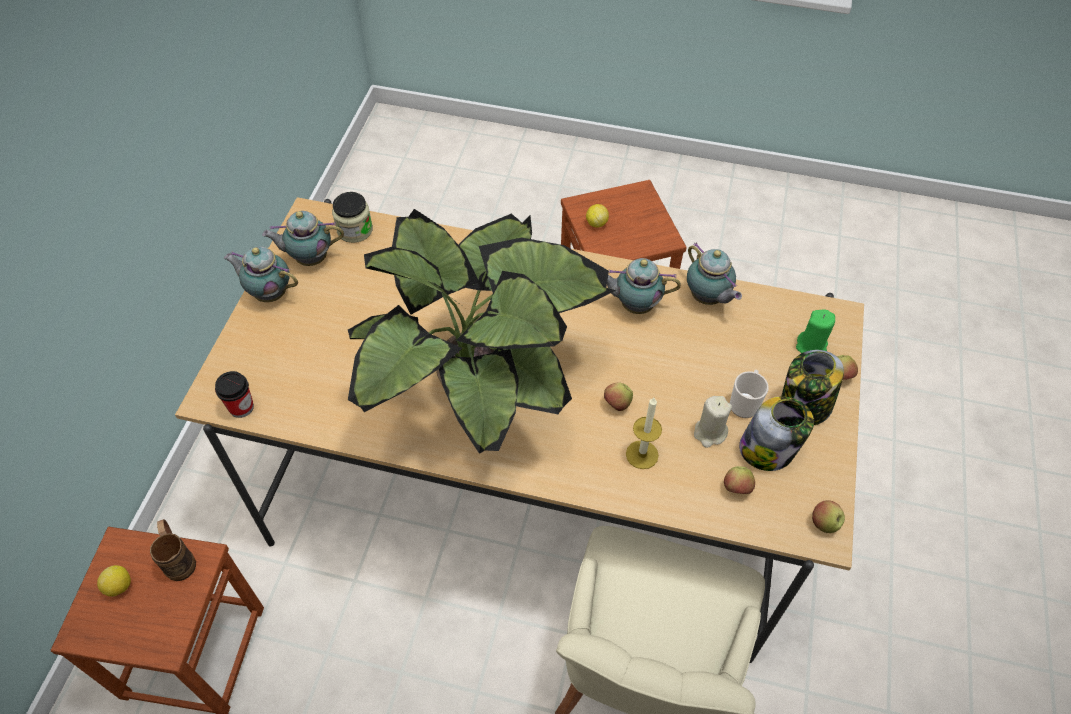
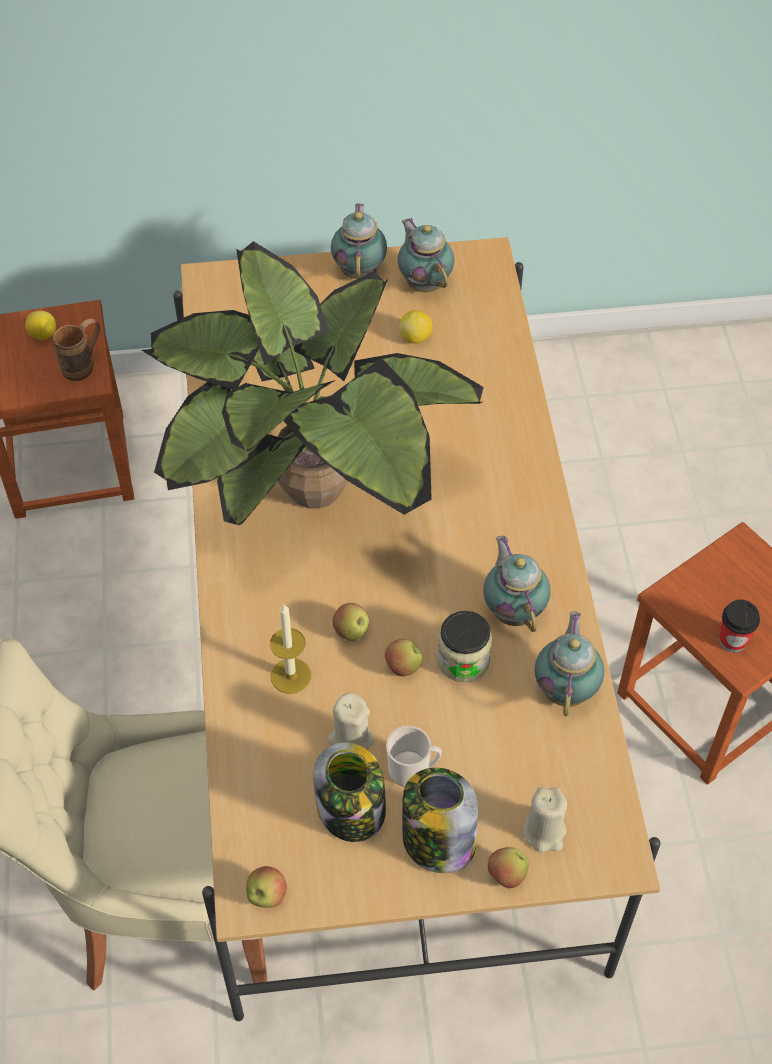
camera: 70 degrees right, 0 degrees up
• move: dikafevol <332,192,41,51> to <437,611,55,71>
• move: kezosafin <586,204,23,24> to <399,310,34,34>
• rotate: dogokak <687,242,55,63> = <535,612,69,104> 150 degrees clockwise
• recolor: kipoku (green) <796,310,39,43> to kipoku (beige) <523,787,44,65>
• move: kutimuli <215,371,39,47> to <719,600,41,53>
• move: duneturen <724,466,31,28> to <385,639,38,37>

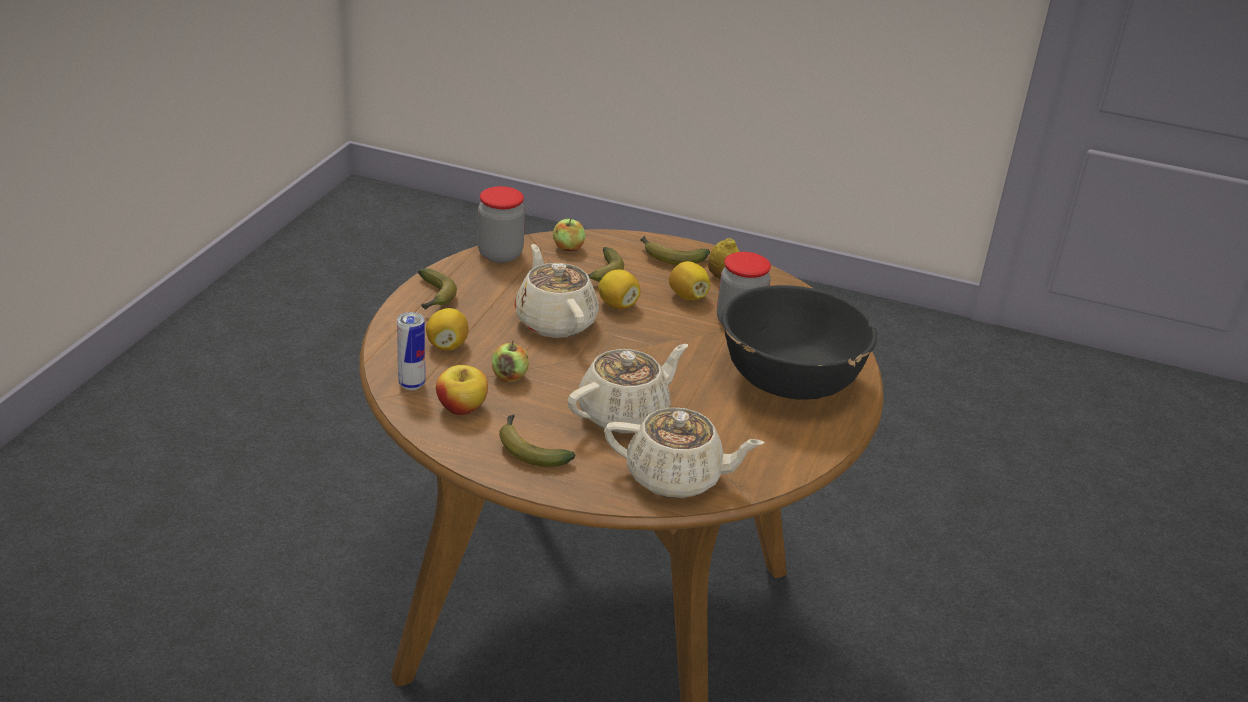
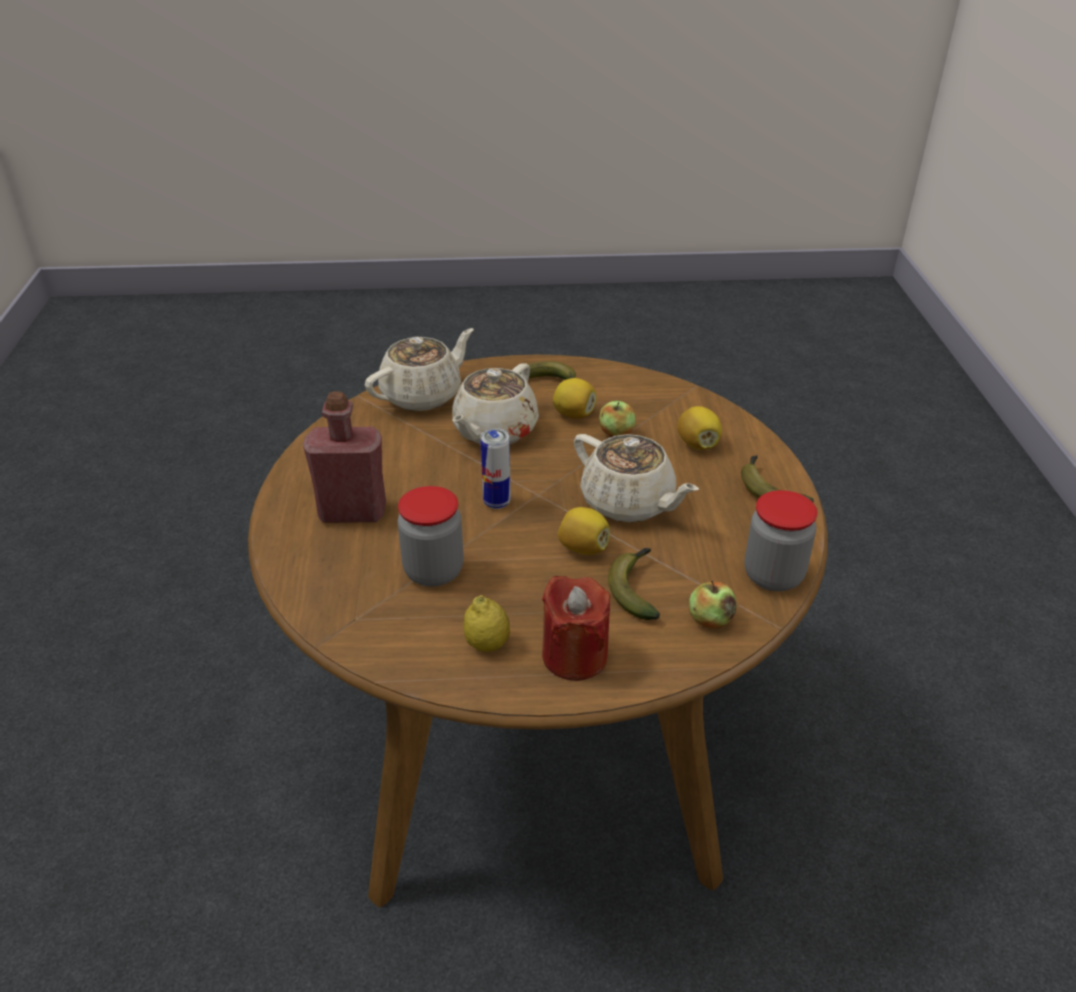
camera: 160 degrees right, 5 degrees up
• replace: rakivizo <640,236,70,29> to kipoku (red) <542,576,68,105>
• move: kezosafin <669,261,41,39> to <553,378,44,41>
• replace: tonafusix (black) <722,285,155,114> to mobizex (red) <303,391,83,132>
• move: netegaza <397,312,28,78> to <480,428,31,81>
• delete: duneturen <436,365,52,50>
• rotate: dogokak (beige) <604,407,160,91> = <365,328,109,83> 150 degrees clockwise

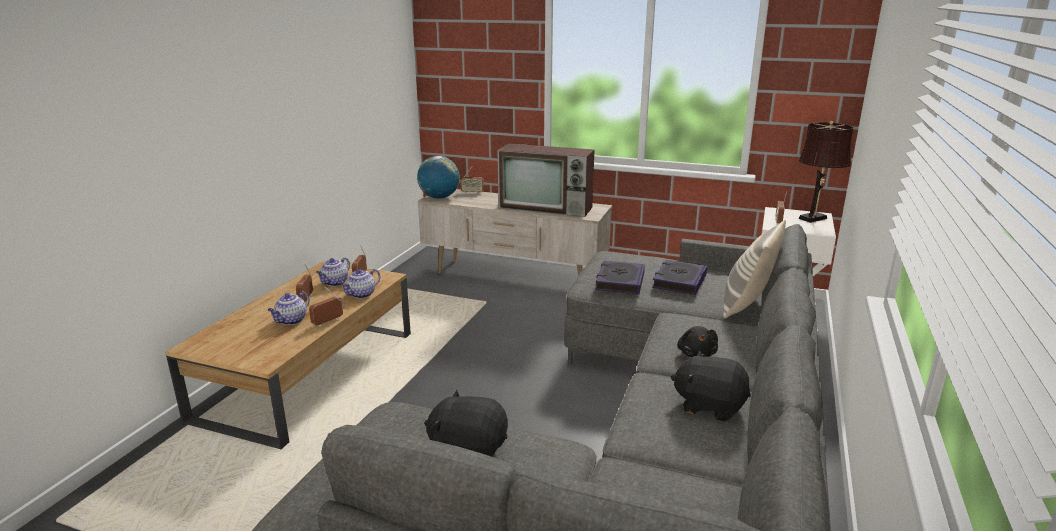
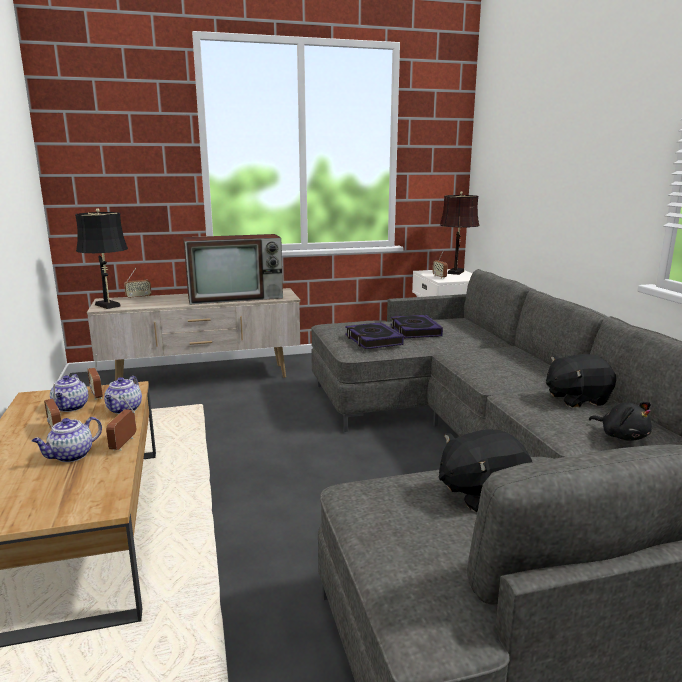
camera: 35 degrees left, 5 degrees down
• replace: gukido <417,156,43,43> to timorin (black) <75,208,53,101>
• delete: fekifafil <723,220,63,99>
• rotate: dogokak <268,292,42,33> = <32,417,70,45> 45 degrees clockwise
• move: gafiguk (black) <677,326,41,31> to <589,402,63,39>

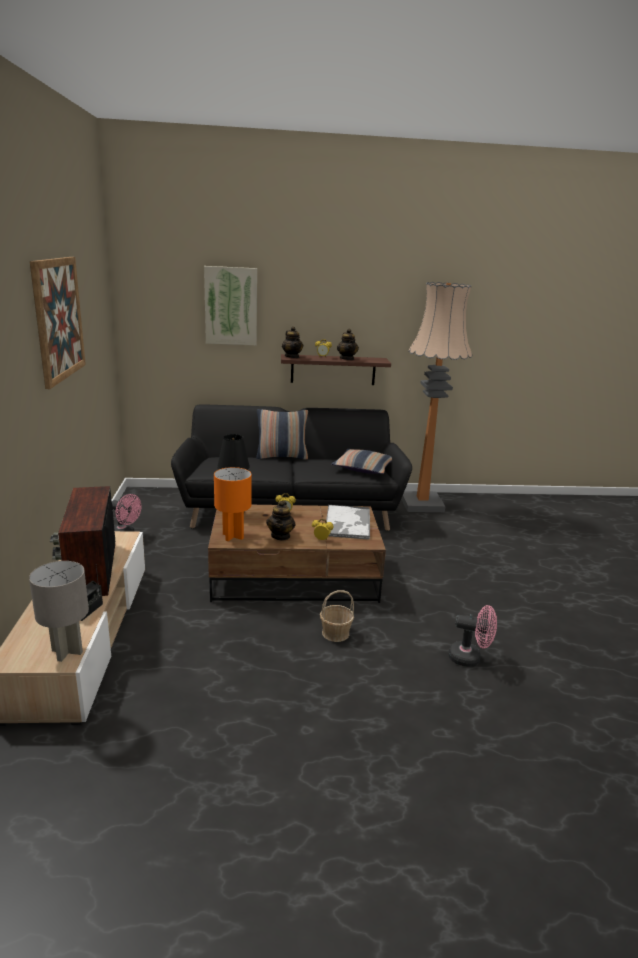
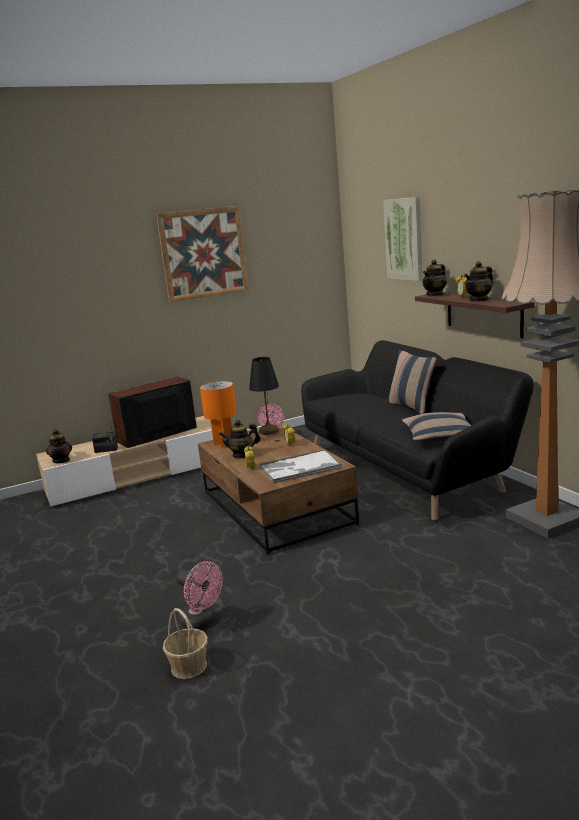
camera: 70 degrees right, 5 degrees down
• replace: timorin (grey) <29,561,60,101> to dogokak <46,429,26,35>
• move: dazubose <320,590,34,52> to <163,608,45,71>
• rotate: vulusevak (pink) <449,605,48,62> = <177,561,46,69> 45 degrees counterclockwise

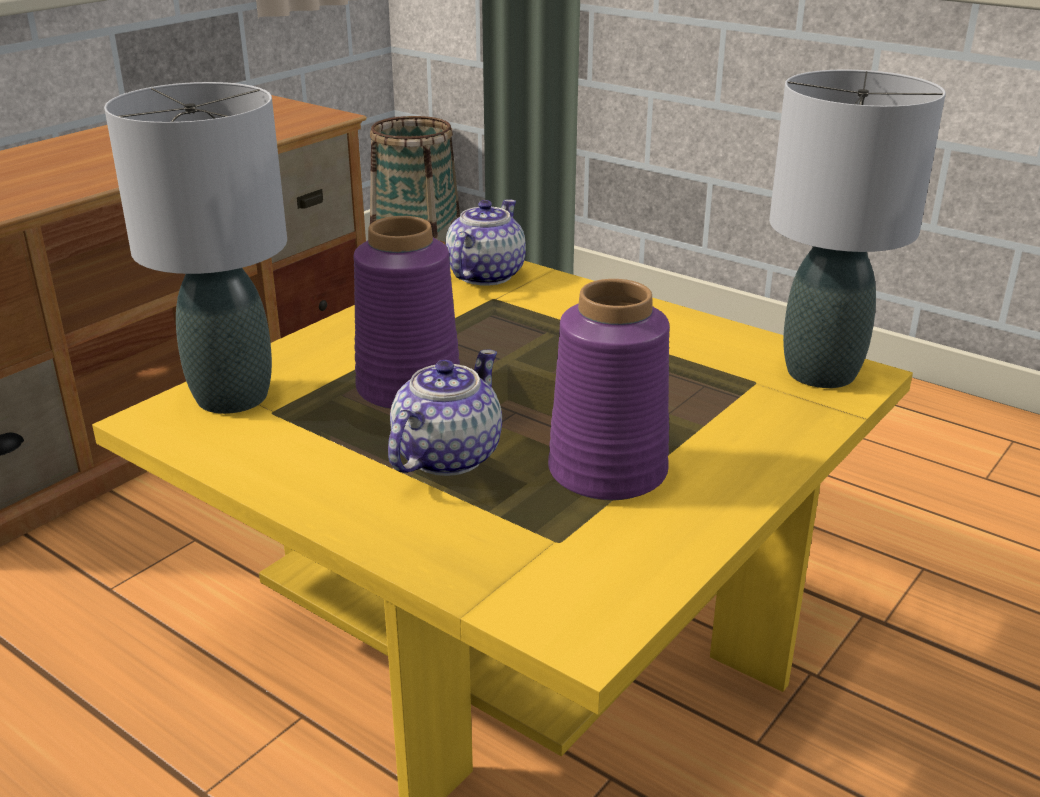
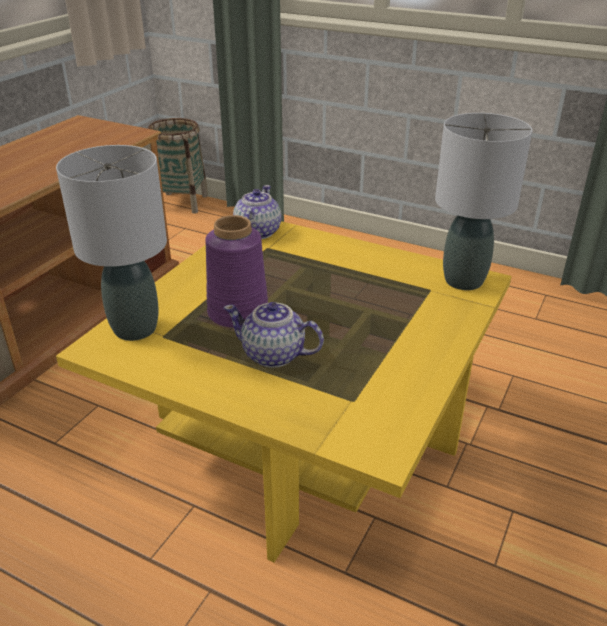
camera: 10 degrees left, 5 degrees up
• delete: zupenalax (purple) <548,279,122,221>
• rotate: dogokak <388,350,114,126> = <224,302,100,66> 90 degrees counterclockwise

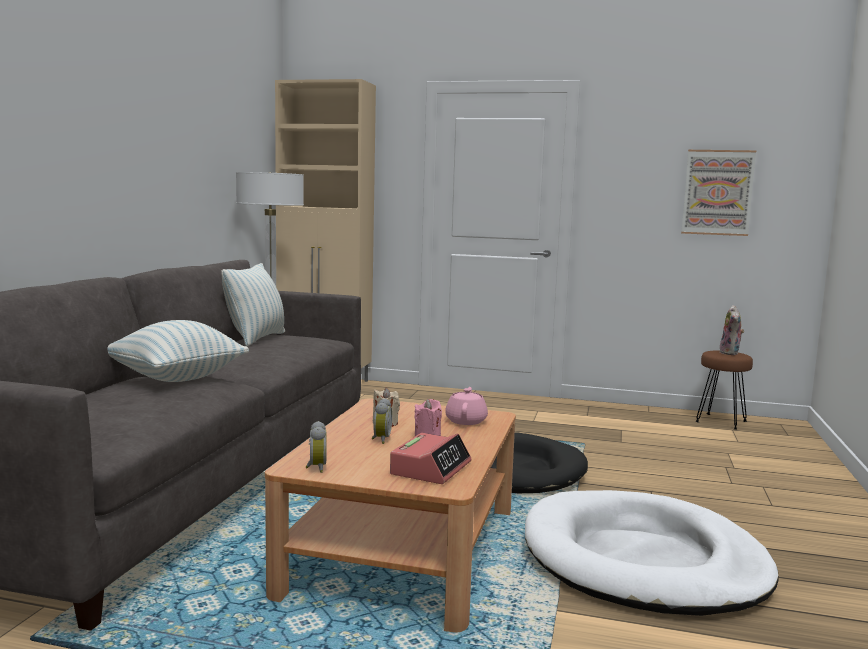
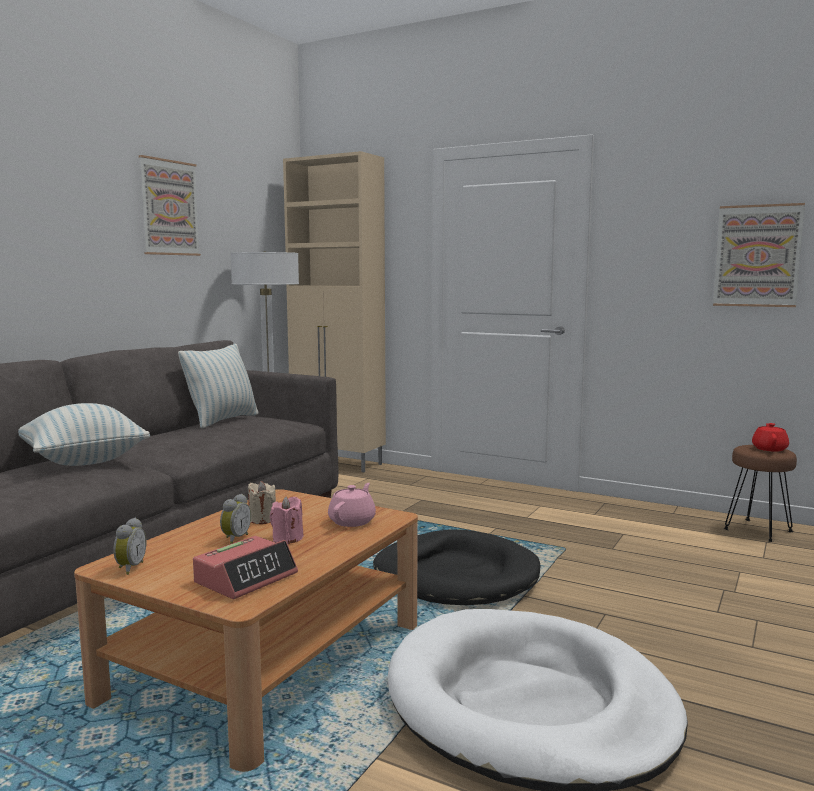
camera: 15 degrees right, 0 degrees up
• replace: gafiguk <720,305,24,50> to dogokak (red) <752,423,37,29>
• insert: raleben <139,155,62,101>

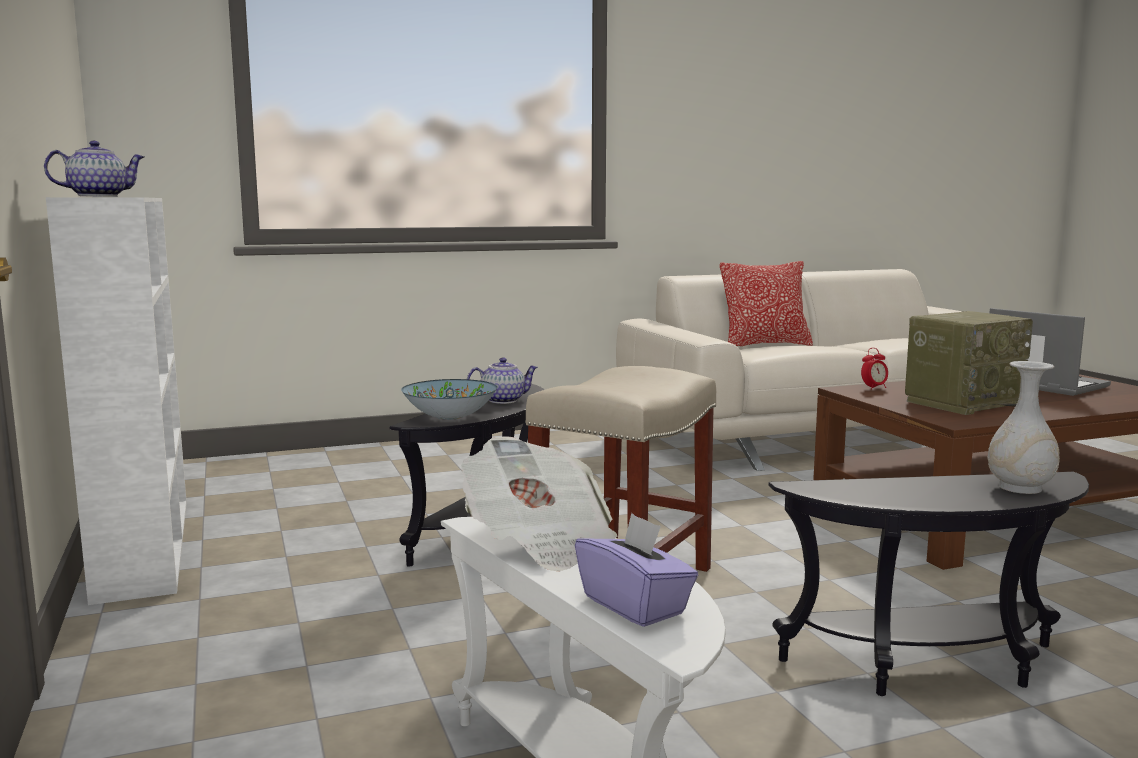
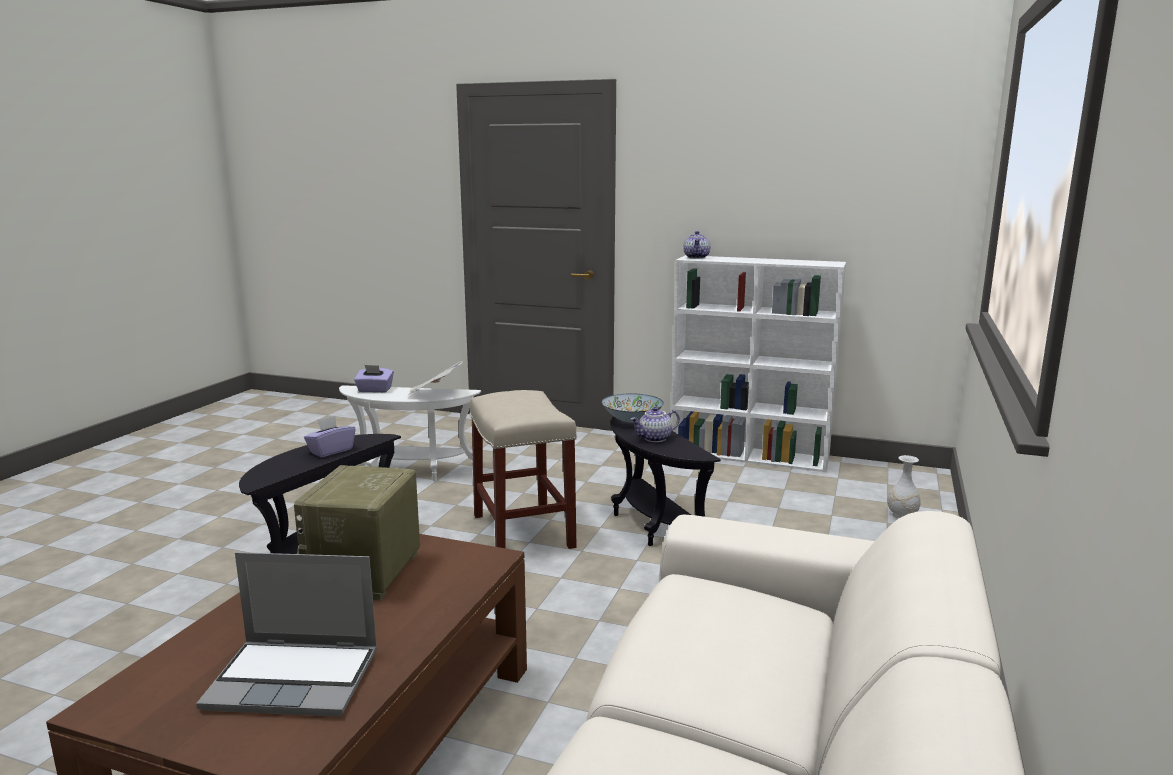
camera: 130 degrees right, 5 degrees up
• delete: fekifafil <720,261,93,85>
• delete: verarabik <861,348,27,42>
• rotate: dogokak <467,357,71,47> = <631,407,49,35> 45 degrees clockwise
• move: zupenalax (white) <987,361,73,133> to <887,455,34,64>
• insert: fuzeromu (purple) <304,416,52,41>

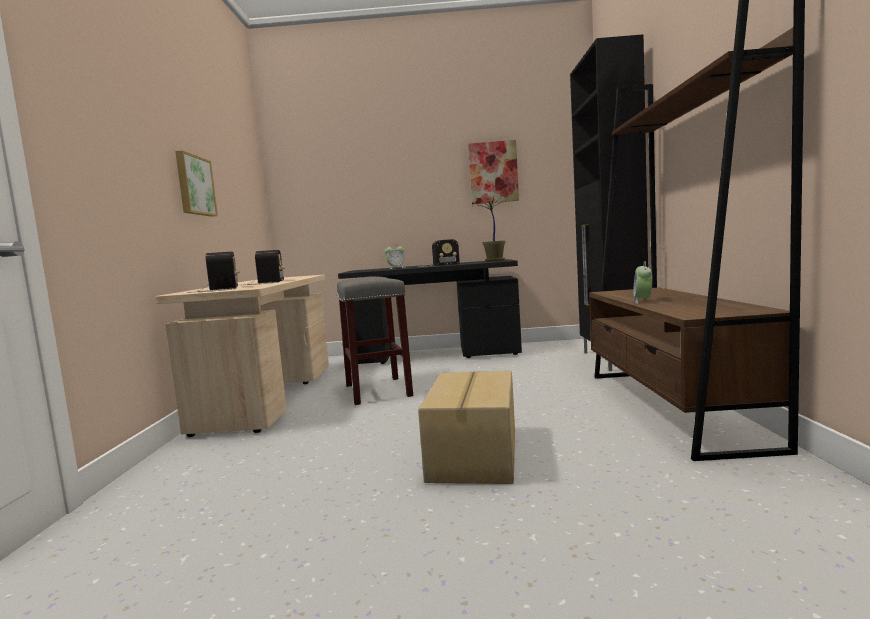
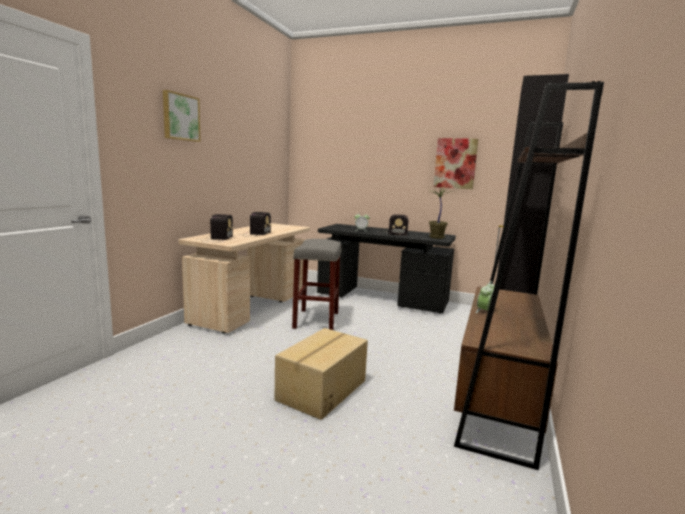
camera: 20 degrees right, 5 degrees up
• move: raleben <175,150,43,67> to <163,90,38,52>

